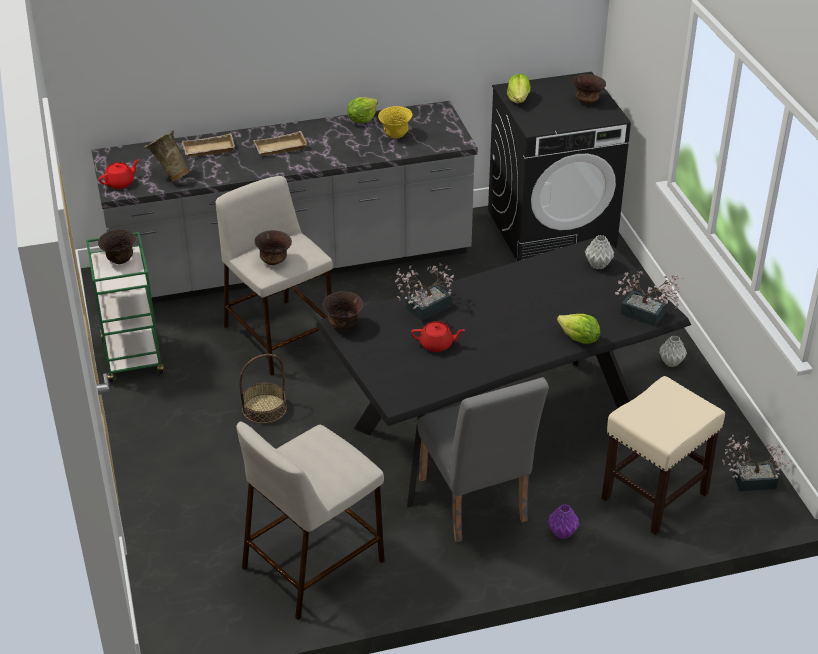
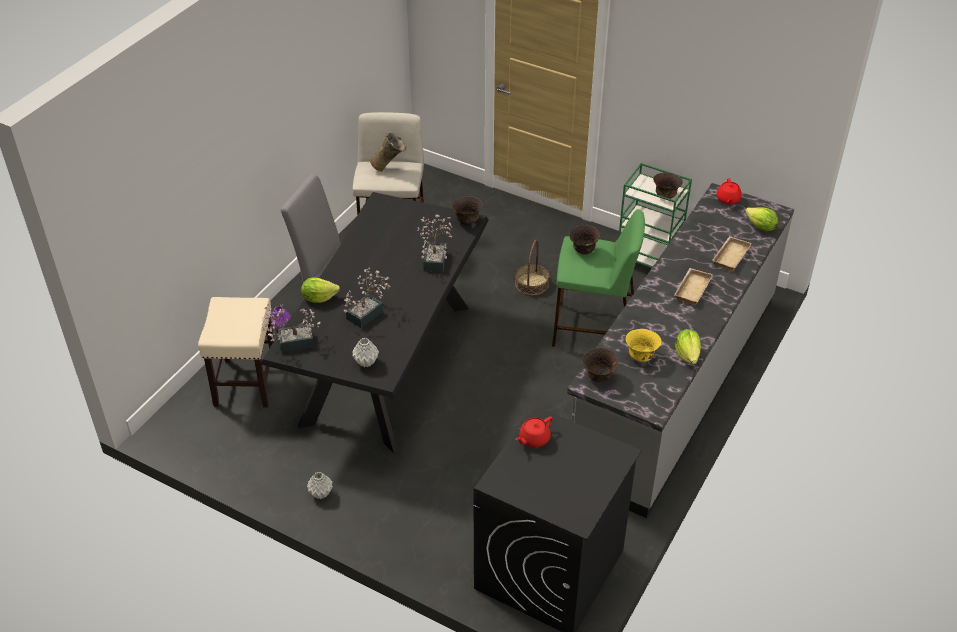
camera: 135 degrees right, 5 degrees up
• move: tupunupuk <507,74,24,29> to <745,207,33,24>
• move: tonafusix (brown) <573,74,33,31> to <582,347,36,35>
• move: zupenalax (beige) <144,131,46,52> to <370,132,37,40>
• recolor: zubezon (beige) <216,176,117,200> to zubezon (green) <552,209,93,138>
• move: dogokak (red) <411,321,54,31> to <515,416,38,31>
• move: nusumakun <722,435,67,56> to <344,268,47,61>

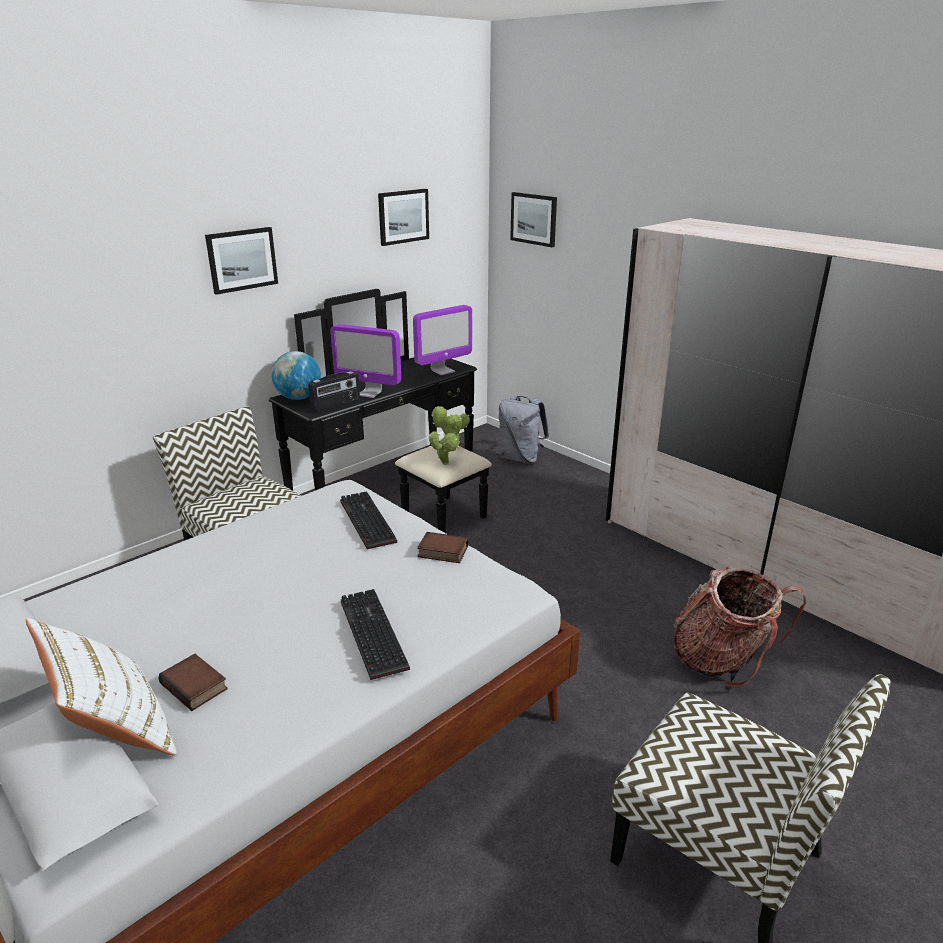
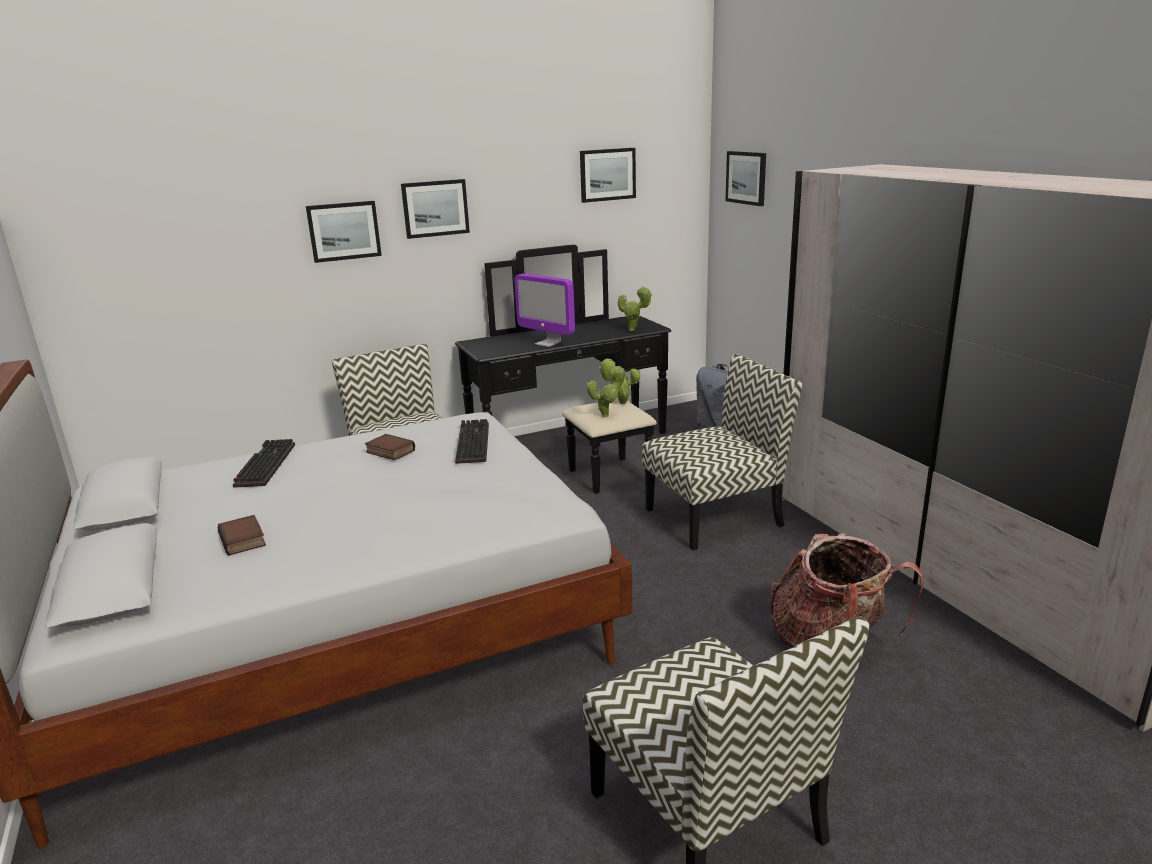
camera: 20 degrees right, 5 degrees down
• replace: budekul <413,305,59,70> to nusumakun <618,286,34,45>
• delete: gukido <272,351,49,49>
• delete: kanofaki <308,371,52,42>
• move: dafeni <417,532,51,31> to <365,434,50,27>
• move: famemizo <341,589,69,91> to <233,439,62,49>
• delete: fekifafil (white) <26,618,151,138>
• insert: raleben <306,201,76,62>
• insert: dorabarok <642,354,160,196>

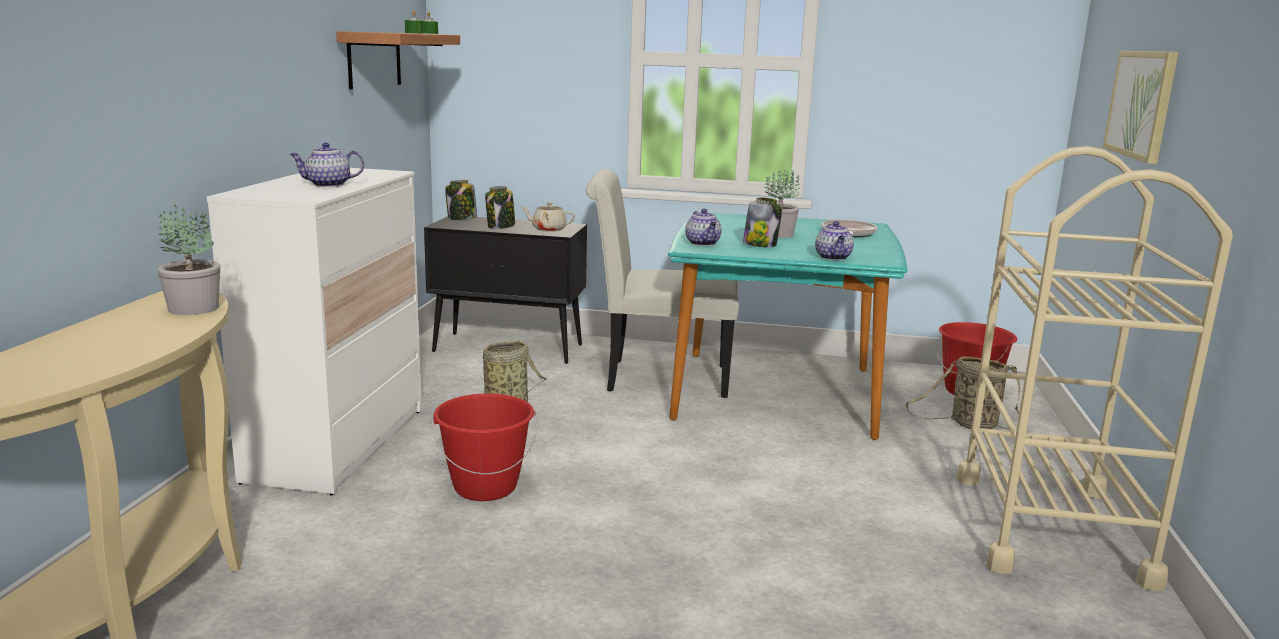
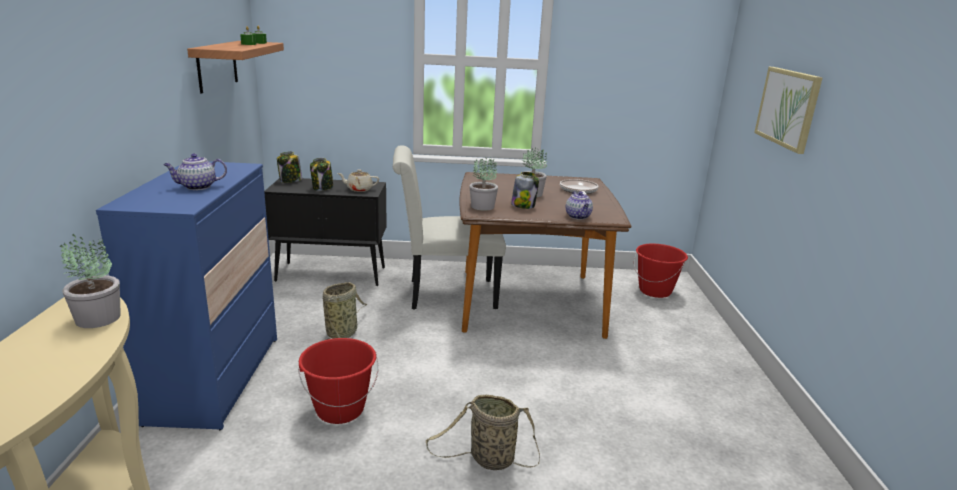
camera: 10 degrees left, 5 degrees up
• delete: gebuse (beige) <957,146,276,445>
• recolor: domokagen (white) <207,168,215,327> to domokagen (blue) <96,161,181,270>
• replace: dogokak <685,209,37,37> to nusumakun <469,157,29,54>
• recolor: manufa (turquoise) <668,212,240,228> to manufa (brown) <460,172,171,167>
• move: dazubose <905,356,115,73> to <426,394,114,76>

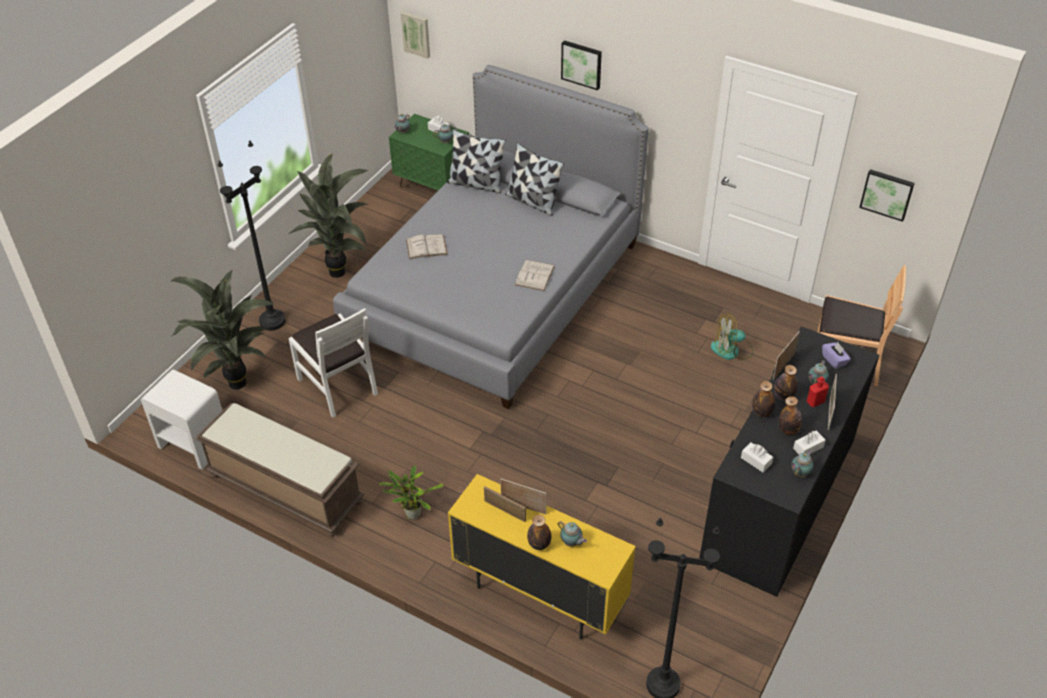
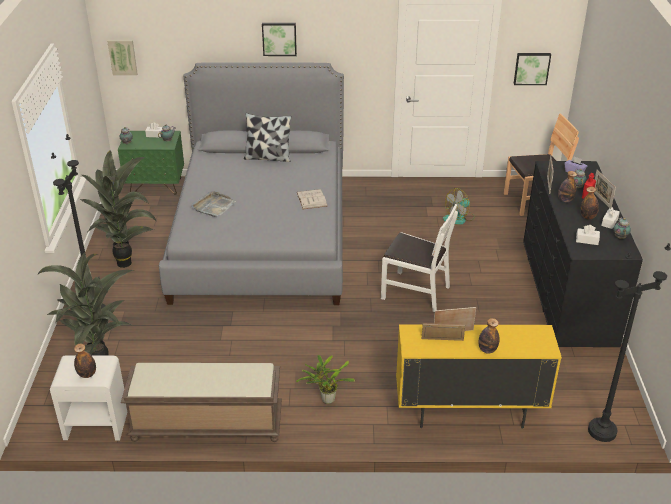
camera: 30 degrees left, 10 degrees down
• delete: fekifafil <447,129,59,64>
• replace: dafeni (white) <406,235,42,24> to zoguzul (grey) <191,191,45,26>
• move: dorabarok (white) <288,308,90,109> to <381,204,77,108>
• move: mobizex <752,381,23,36> to <74,344,22,34>
• delete: dogokak <558,521,29,26>

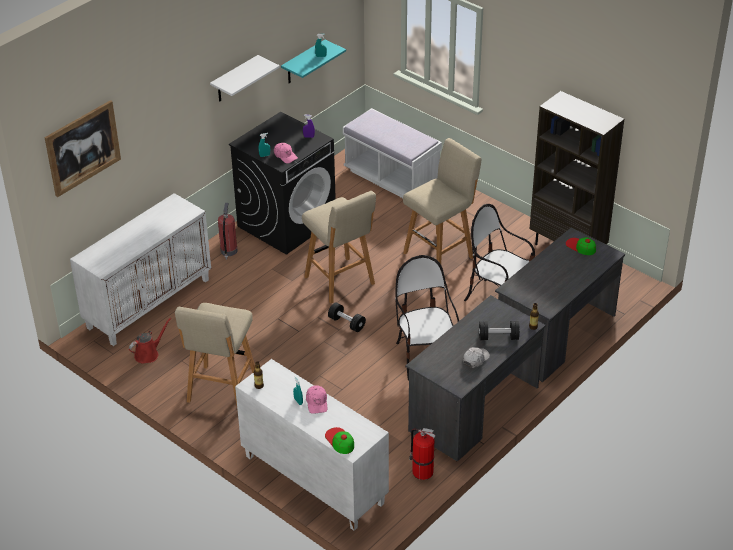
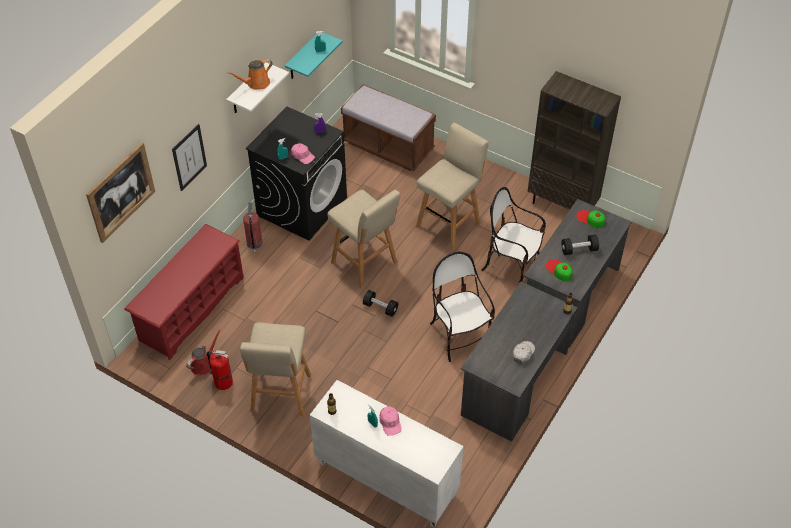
camera: 10 degrees left, 10 degrees up
• recolor: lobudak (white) <343,108,99,90> to lobudak (brown) <341,84,95,87>
• replace: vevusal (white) <70,193,141,153> to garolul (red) <124,224,120,136>
• move: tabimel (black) <479,321,41,19> to <561,234,38,21>
• move: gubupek <325,427,29,27> to <545,259,28,22>
• move: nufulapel <409,428,27,52> to <207,350,26,40>
• insert: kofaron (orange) <227,59,46,31>
• insert: raleben <172,124,35,67>

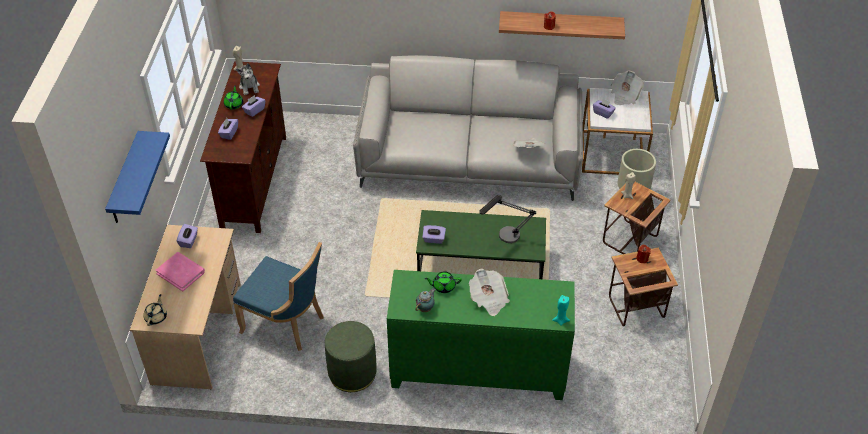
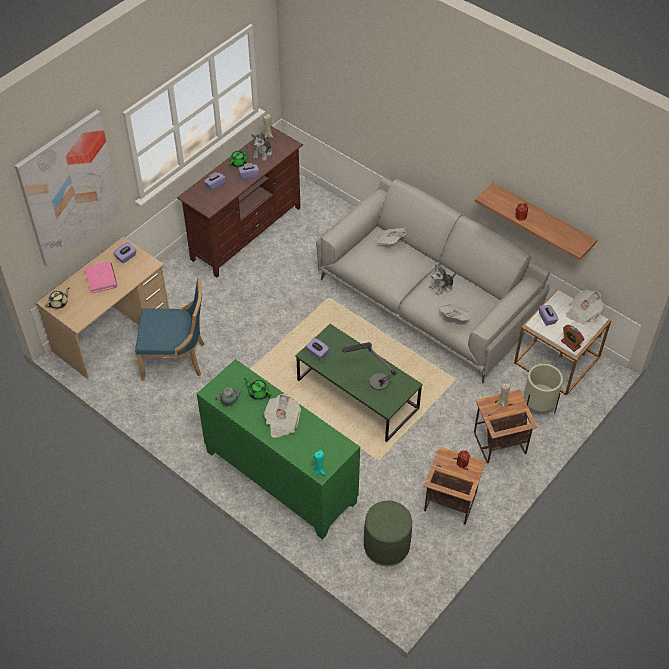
camera: 35 degrees right, 5 degrees up
• replace: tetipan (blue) <105,131,65,92> to raleben <15,110,106,157>
• rotate: dorabarok (blue) <233,242,91,109> = <135,278,70,103> 60 degrees counterclockwise
• move: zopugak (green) <325,321,52,71> to <364,501,48,65>
• insert: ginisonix <375,227,31,18>
• insert: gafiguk <430,264,26,31>
• insert: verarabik <561,325,23,27>

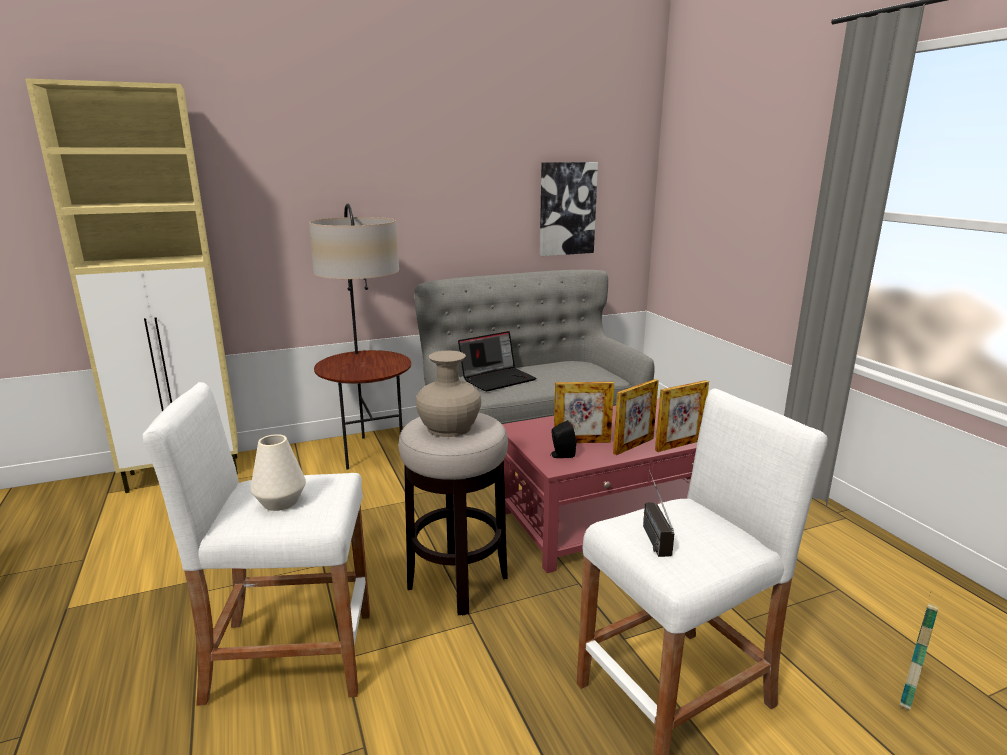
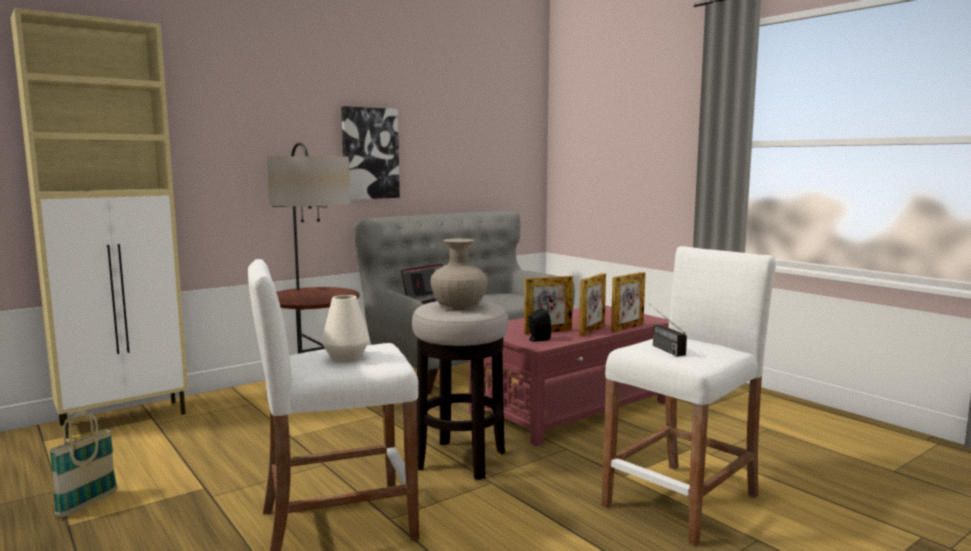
camera: 15 degrees left, 10 degrees down
• move: raleben <540,162,58,94> to <341,106,59,94>
• move: dazubose <899,596,40,114> to <49,411,69,106>

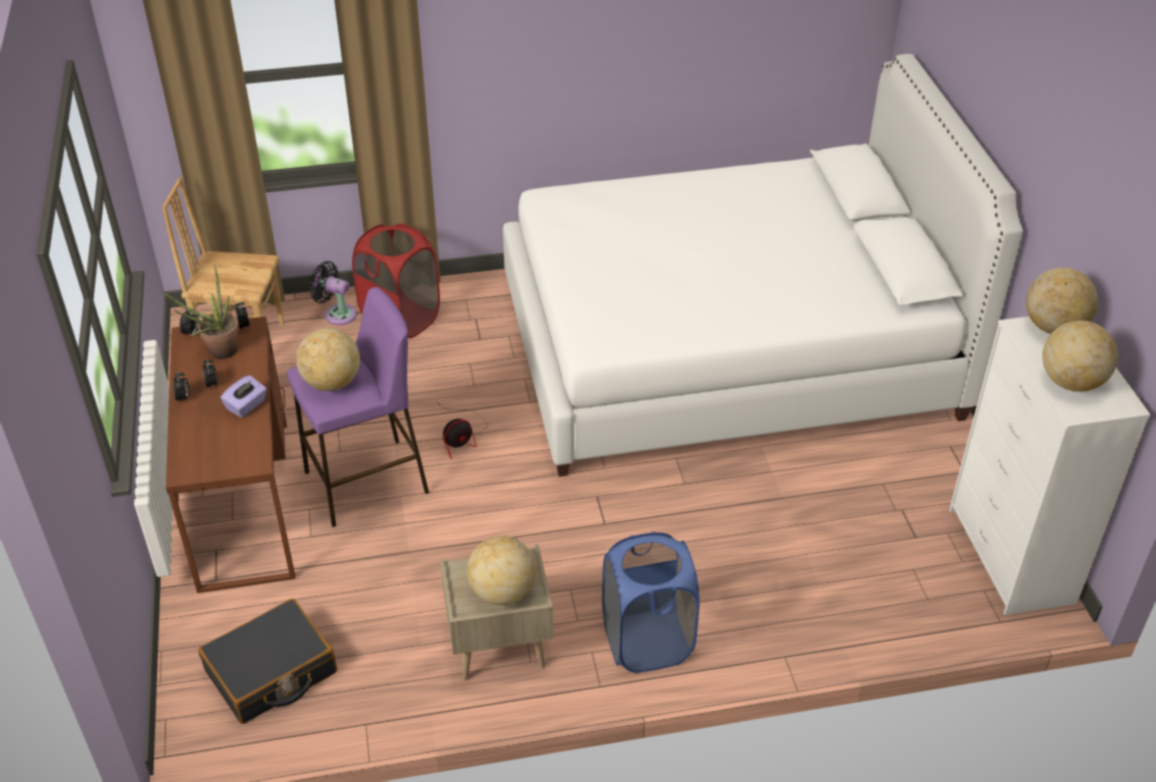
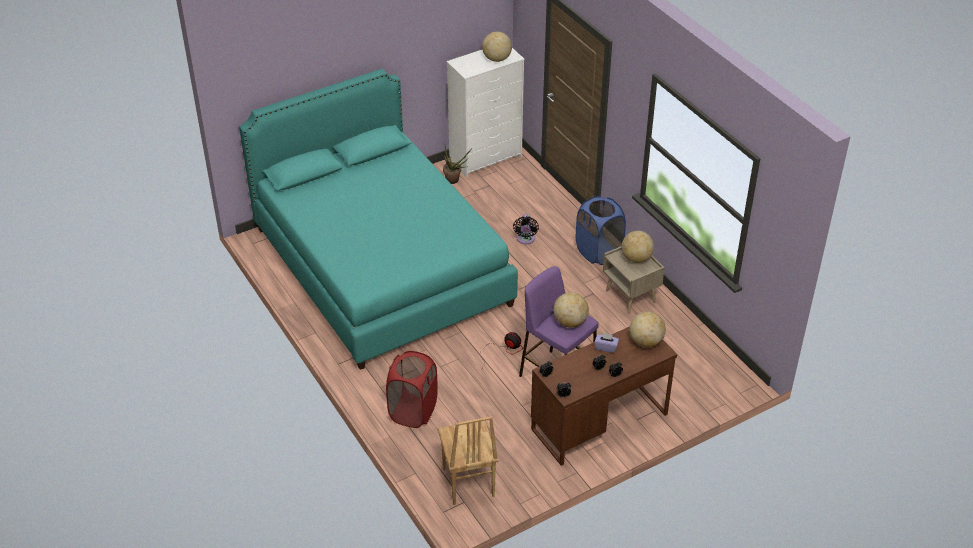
camera: 110 degrees left, 0 degrees up
• recolor: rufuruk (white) <503,54,520,423> to rufuruk (turquoise) <239,69,279,301>
• move: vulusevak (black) <309,261,48,64> to <513,214,26,30>
• move: nusumakun <162,264,77,95> to <443,146,29,38>
• move: gukido <1026,268,72,66> to <630,312,36,35>
• delete: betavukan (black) <198,599,139,125>

